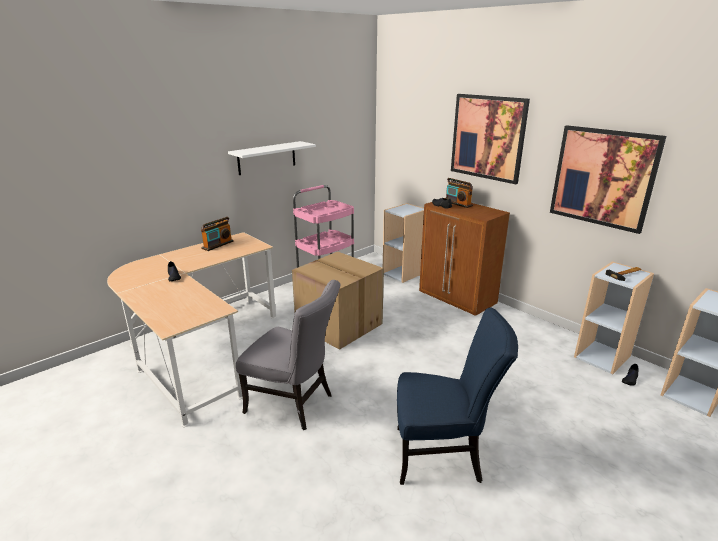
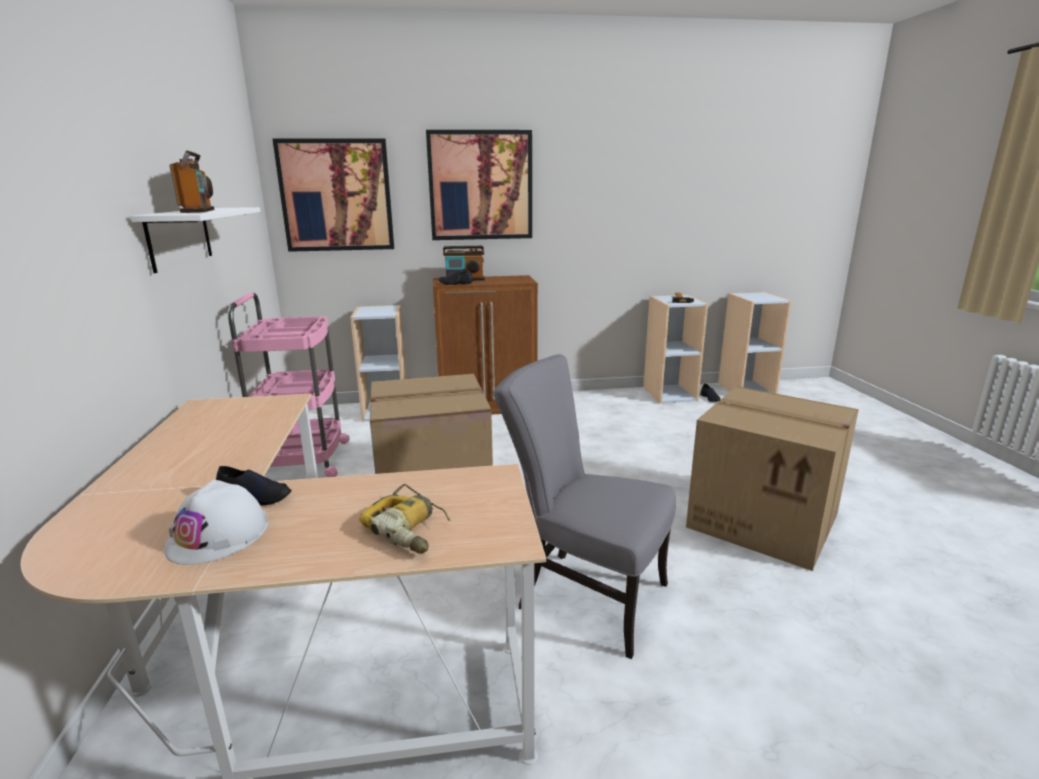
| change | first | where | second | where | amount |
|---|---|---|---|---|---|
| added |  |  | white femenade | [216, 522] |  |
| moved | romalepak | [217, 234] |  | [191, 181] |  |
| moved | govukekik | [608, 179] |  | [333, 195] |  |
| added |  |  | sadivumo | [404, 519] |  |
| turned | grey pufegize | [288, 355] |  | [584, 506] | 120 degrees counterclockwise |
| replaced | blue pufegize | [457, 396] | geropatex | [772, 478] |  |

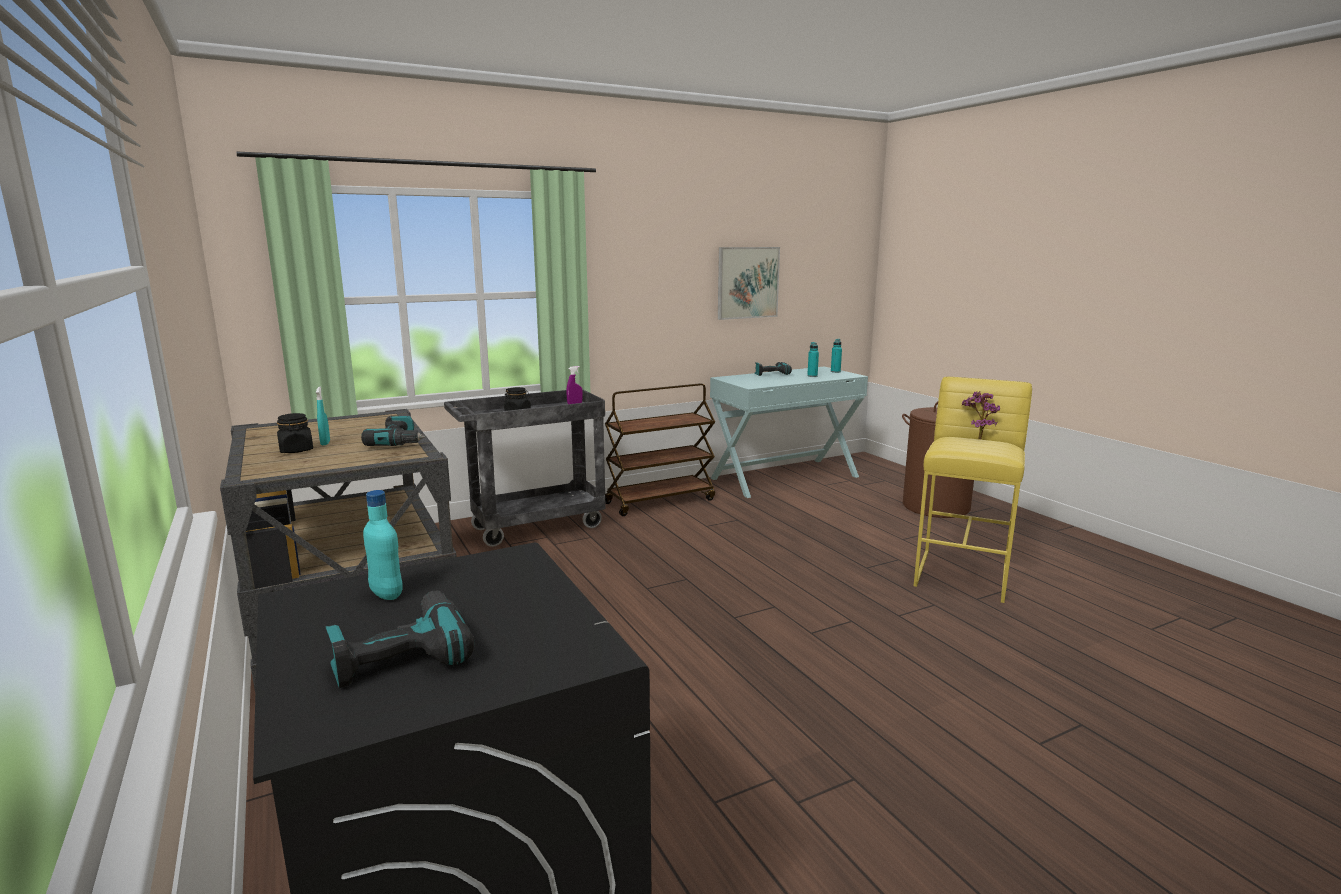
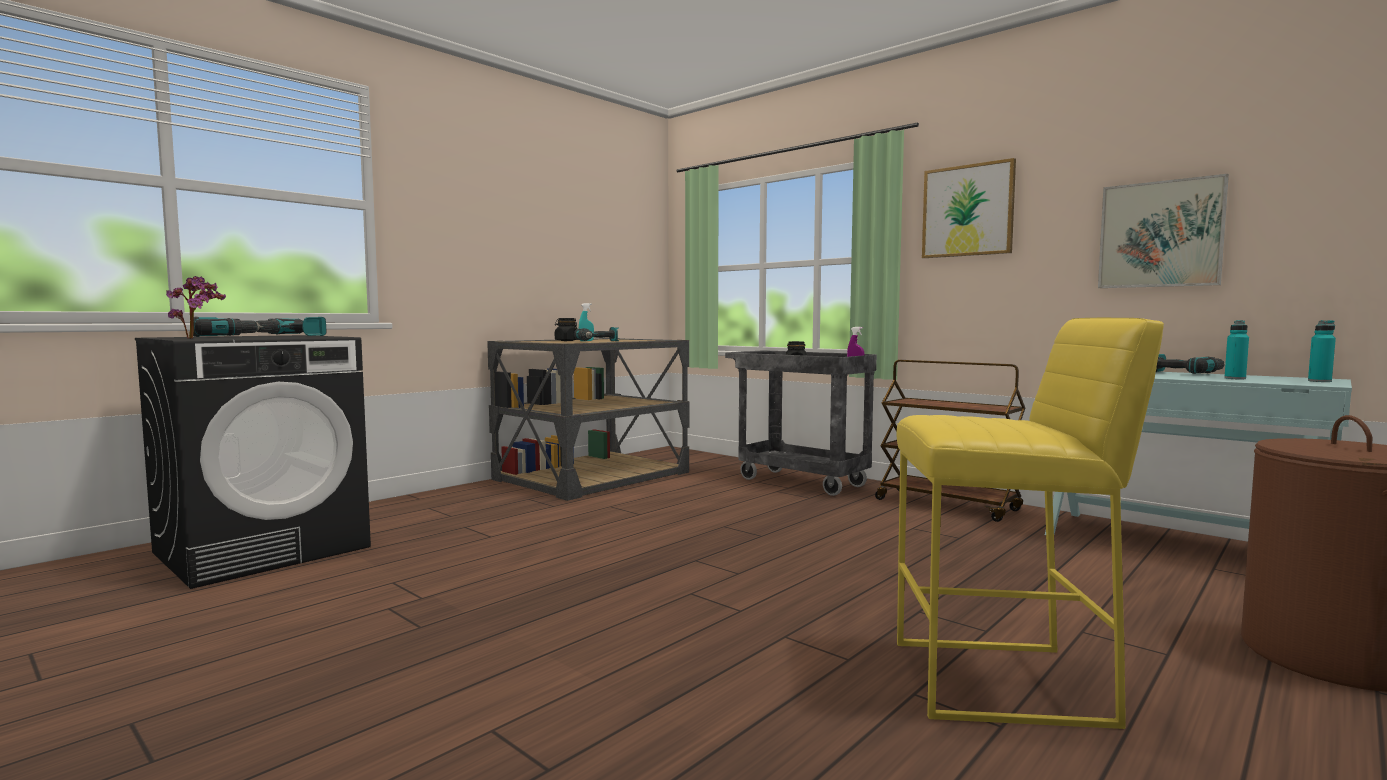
| change | first | where | second | where | amount |
|---|---|---|---|---|---|
| moved | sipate | [980, 415] |  | [196, 307] |  |
| replaced | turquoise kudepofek | [383, 545] | sadivumo | [291, 326] |  |
| added |  |  | govukekik | [969, 208] |  |

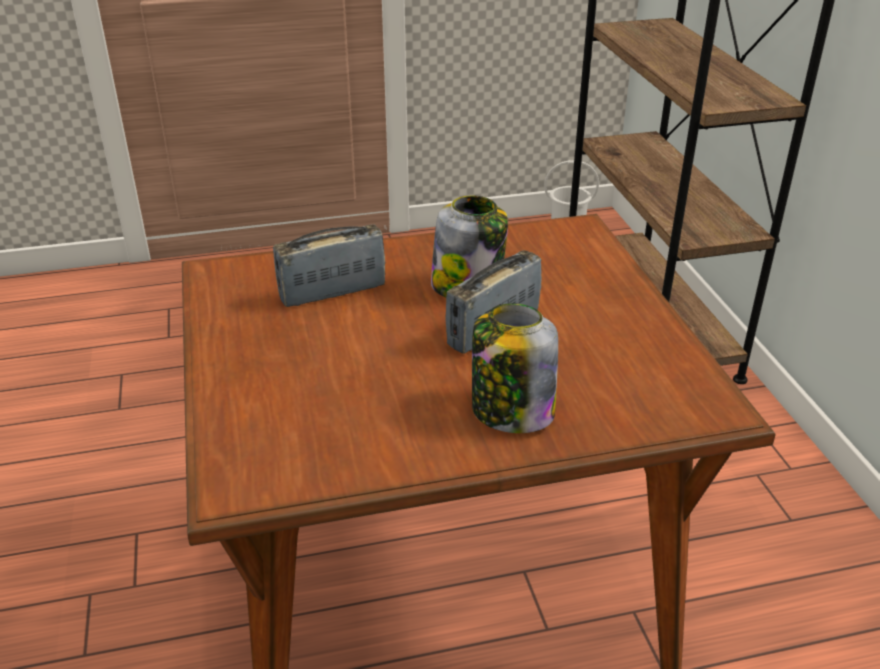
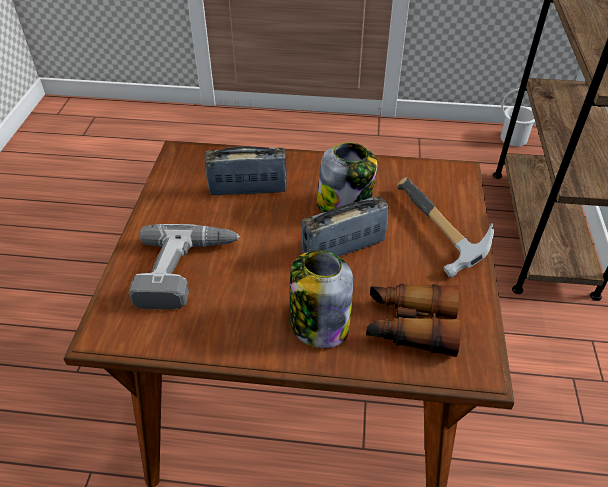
| change | first | where | second | where | amount |
|---|---|---|---|---|---|
| added |  |  | sadivumo | [184, 266] |  |
| added |  |  | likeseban | [413, 320] |  |
| added |  |  | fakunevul | [445, 227] |  |

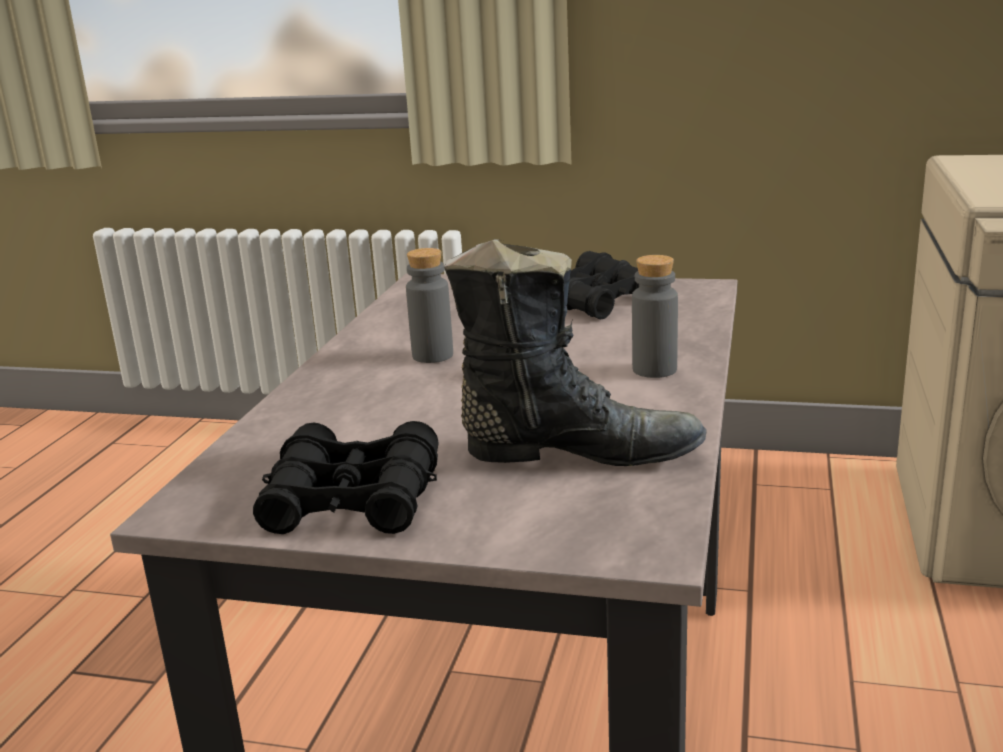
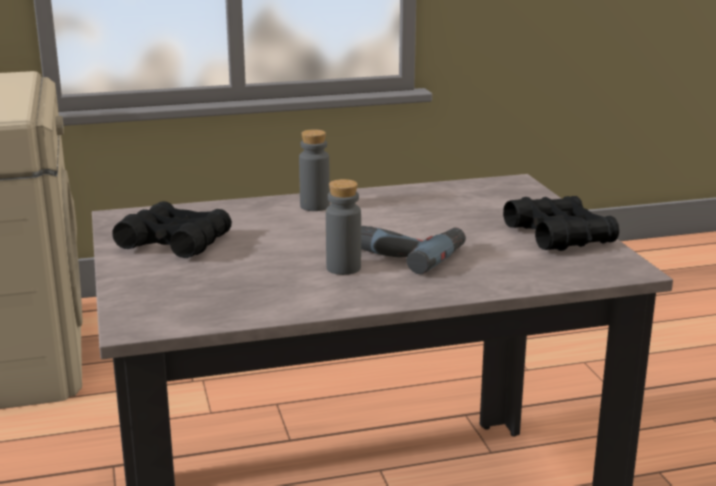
| change | first | where | second | where | amount |
|---|---|---|---|---|---|
| added |  |  | sadivumo | [413, 250] |  |
| removed | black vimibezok | [575, 352] |  |  |  |

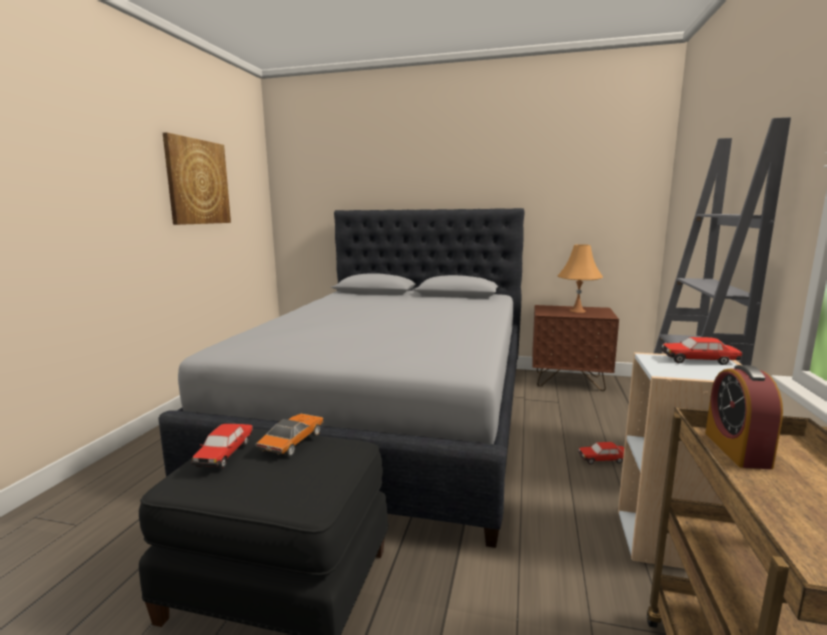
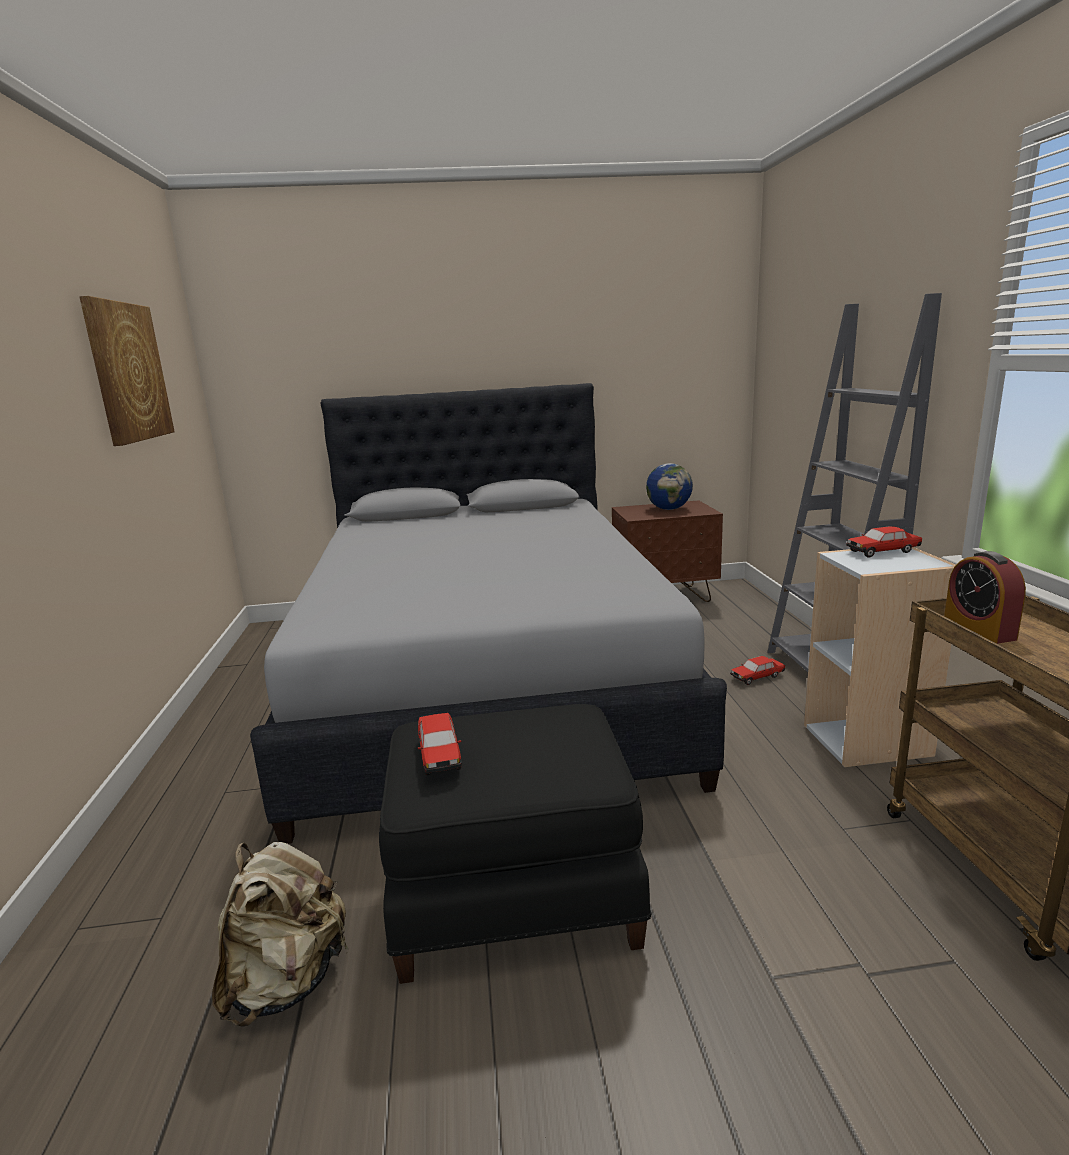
| change | first | where | second | where | amount |
|---|---|---|---|---|---|
| added |  |  | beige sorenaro | [280, 934] |  |
| replaced | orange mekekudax | [580, 278] | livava | [669, 486] |  |
| removed | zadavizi | [289, 435] |  |  |  |

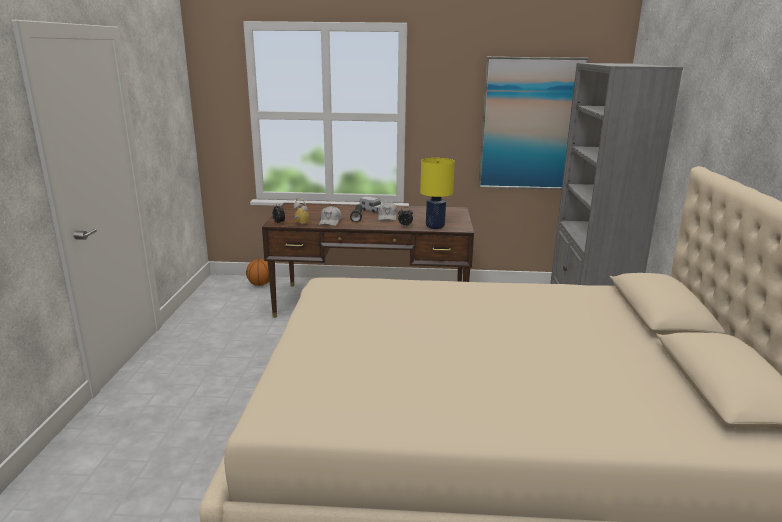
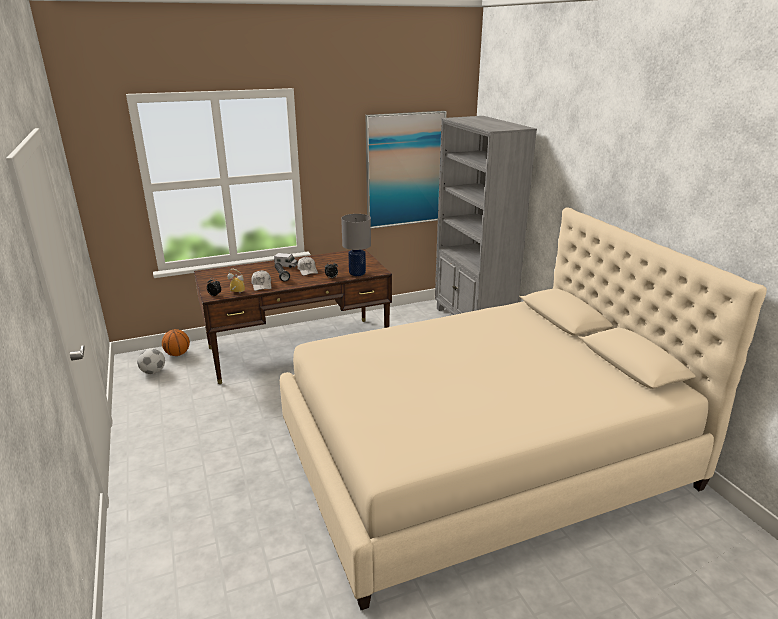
| change | first | where | second | where | amount |
|---|---|---|---|---|---|
| added |  |  | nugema | [151, 361] |  |
| recoloured | yellow mekekudax | [437, 193] | grey mekekudax | [356, 245] |  |

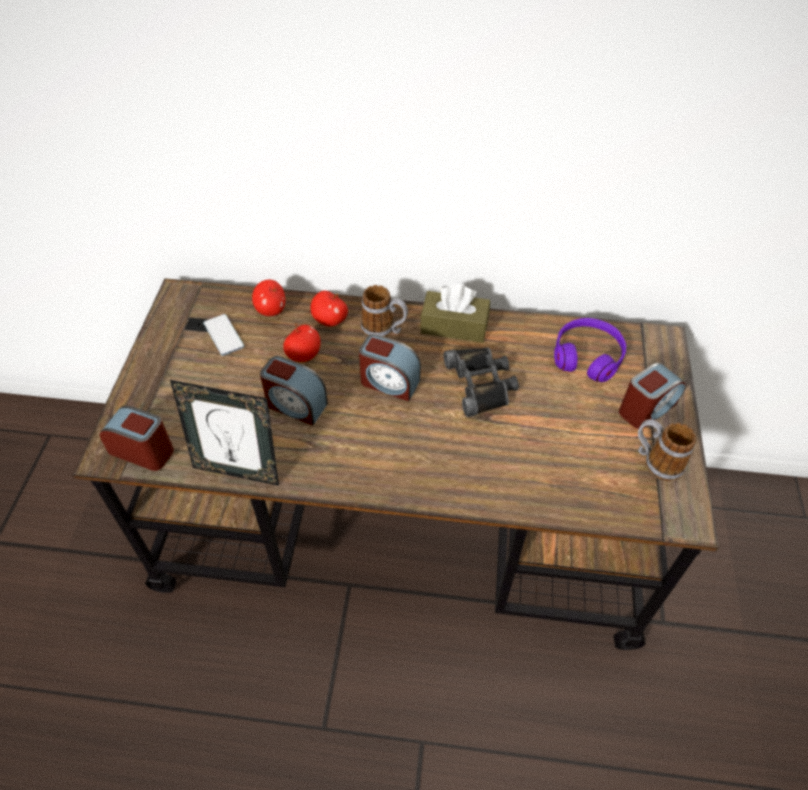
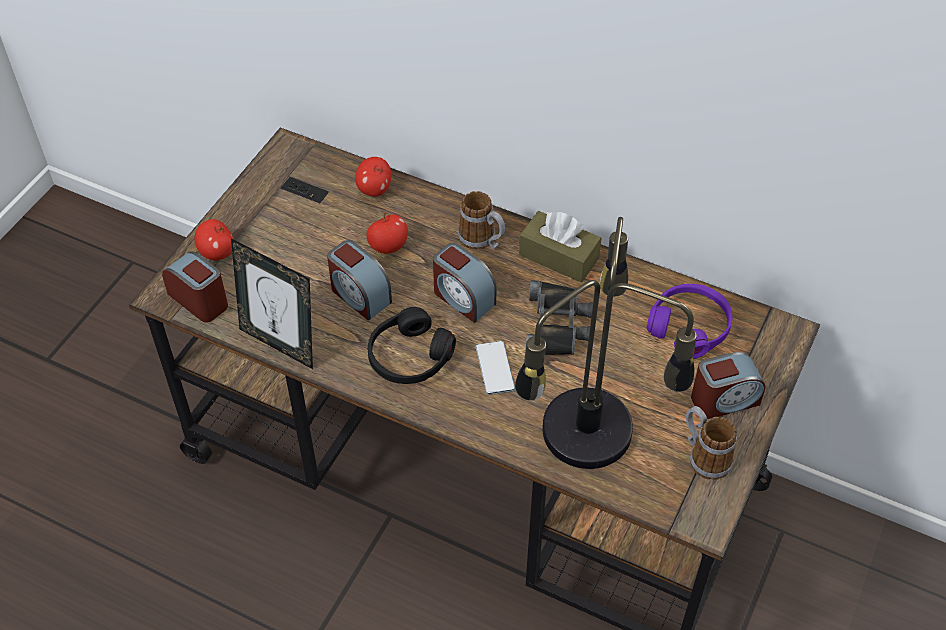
| change | first | where | second | where | amount |
|---|---|---|---|---|---|
| moved | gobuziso | [329, 309] |  | [214, 239] |  |
| added |  |  | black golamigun | [412, 345] |  |
| moved | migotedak | [223, 335] |  | [495, 368] |  |
| added |  |  | mekekudax | [606, 343] |  |

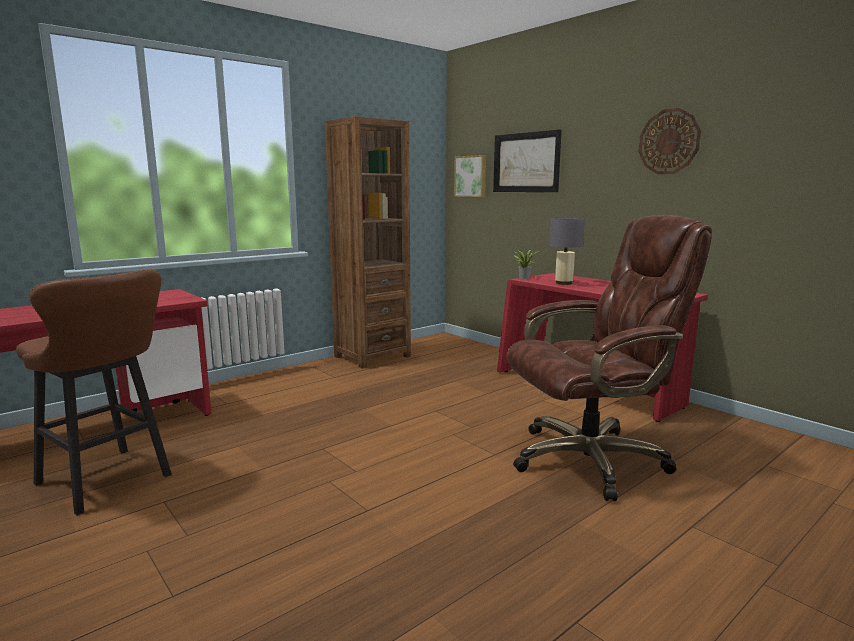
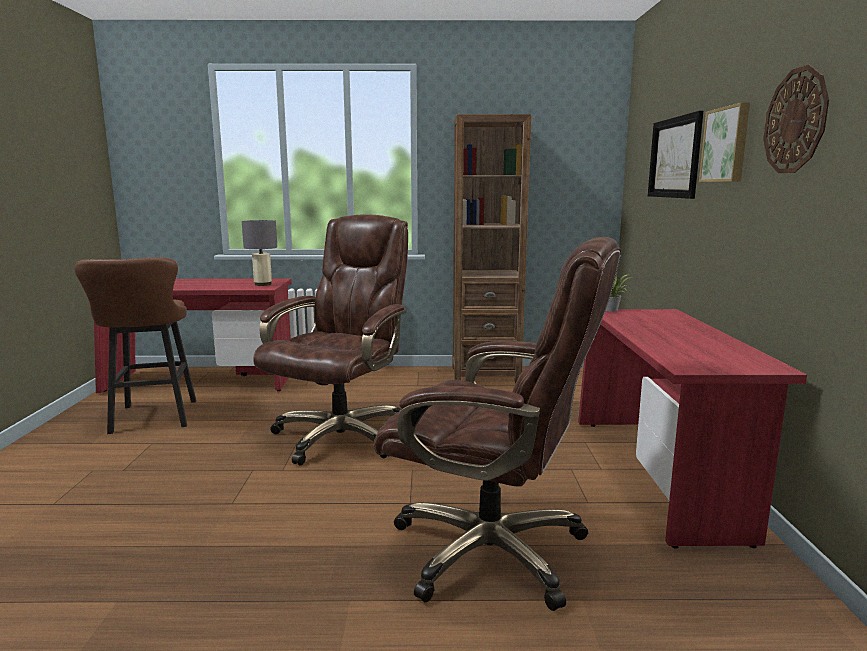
| change | first | where | second | where | amount |
|---|---|---|---|---|---|
| moved | grey mekekudax | [567, 251] |  | [259, 253] |  |
| added |  |  | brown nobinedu | [330, 339] |  |
| moved | govukekik | [470, 176] |  | [724, 142] |  |

